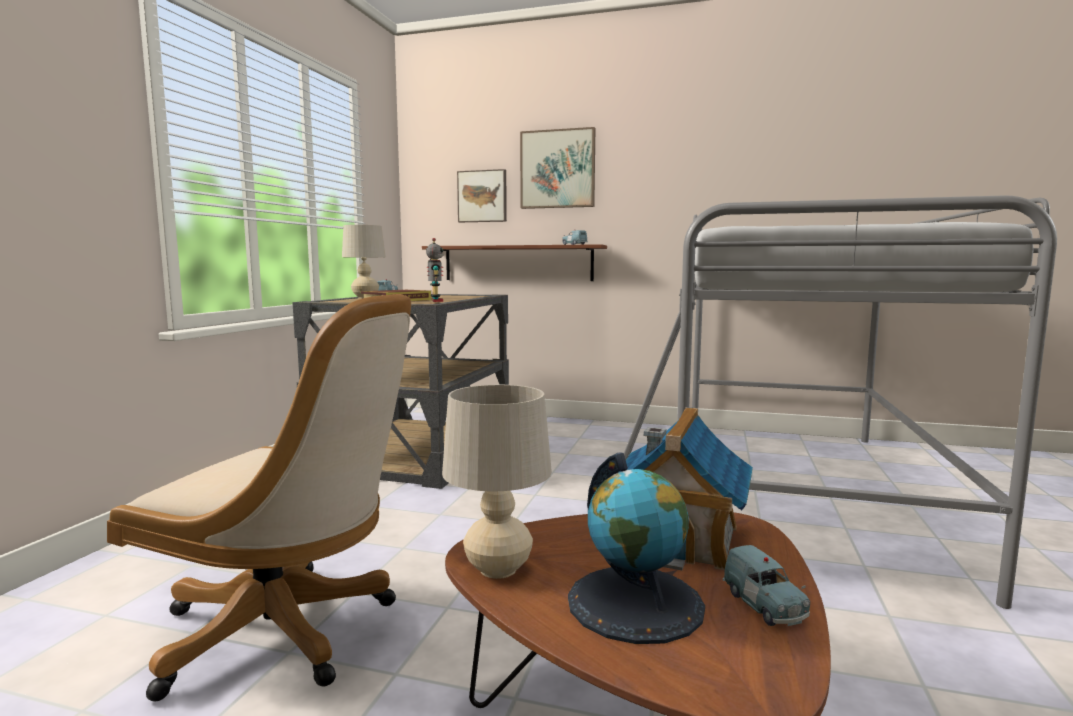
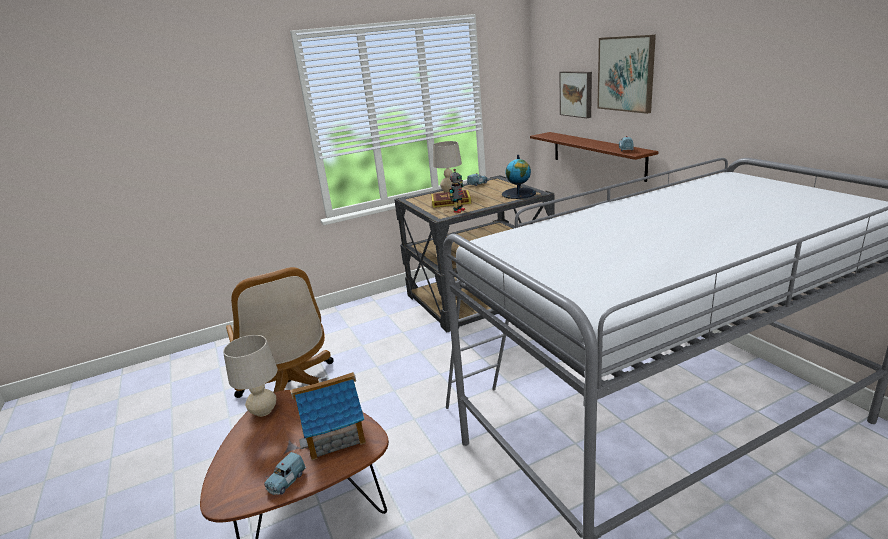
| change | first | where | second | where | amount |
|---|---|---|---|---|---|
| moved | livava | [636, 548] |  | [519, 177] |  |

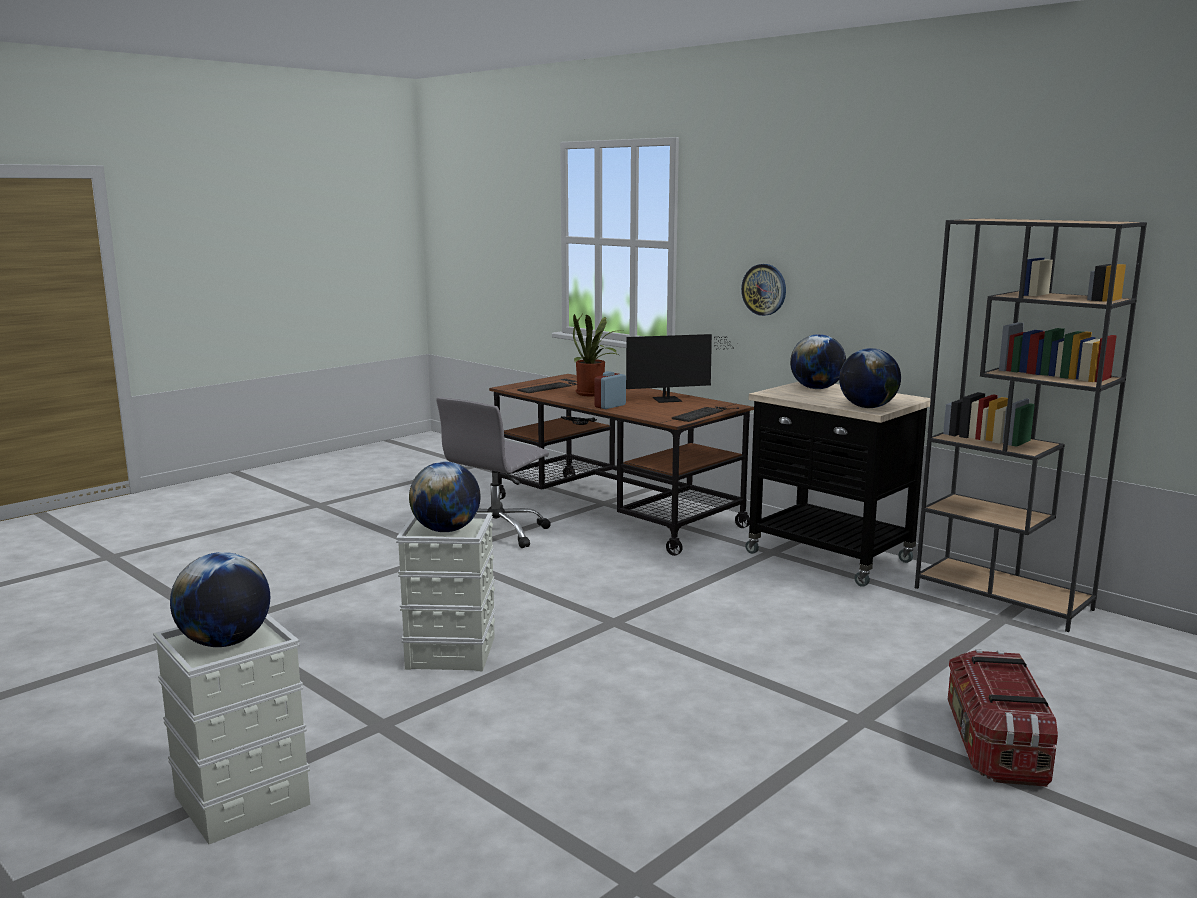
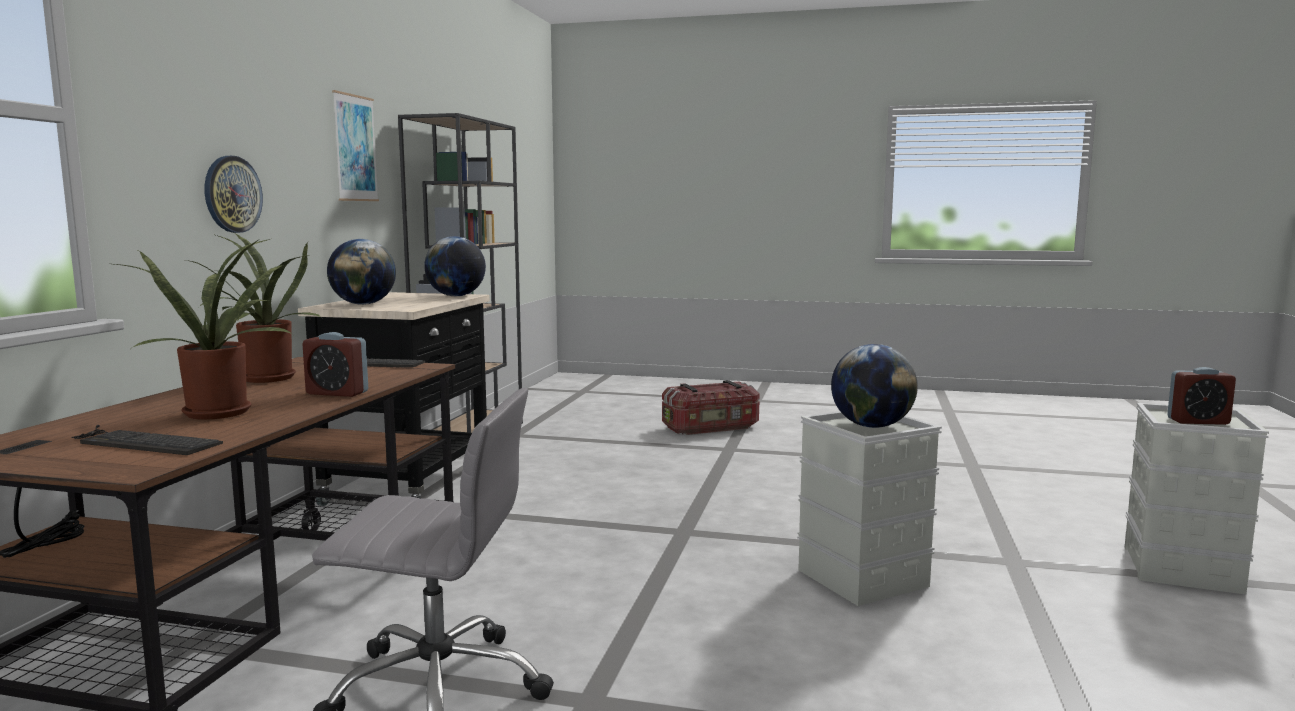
| change | first | where | second | where | amount |
|---|---|---|---|---|---|
| replaced | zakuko | [682, 368] | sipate | [254, 308] |  |
| added |  |  | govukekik | [355, 145] |  |
| replaced | livava | [220, 599] | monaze | [1201, 396] |  |

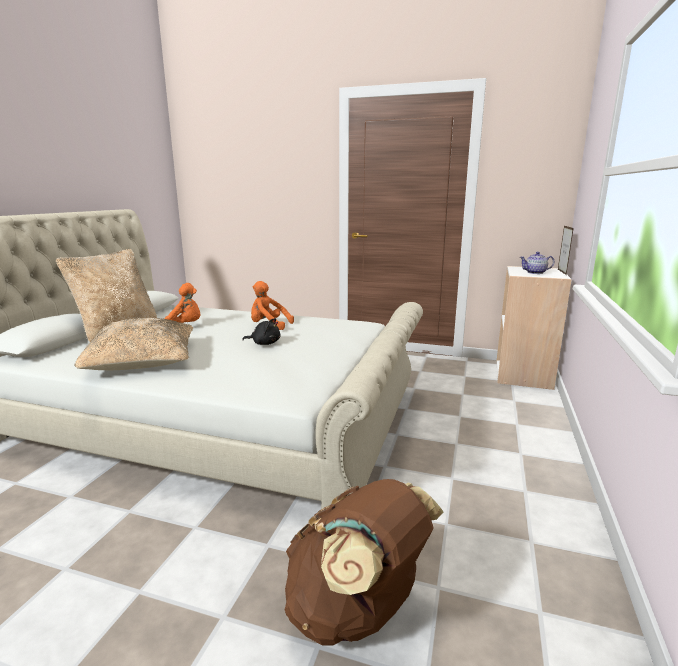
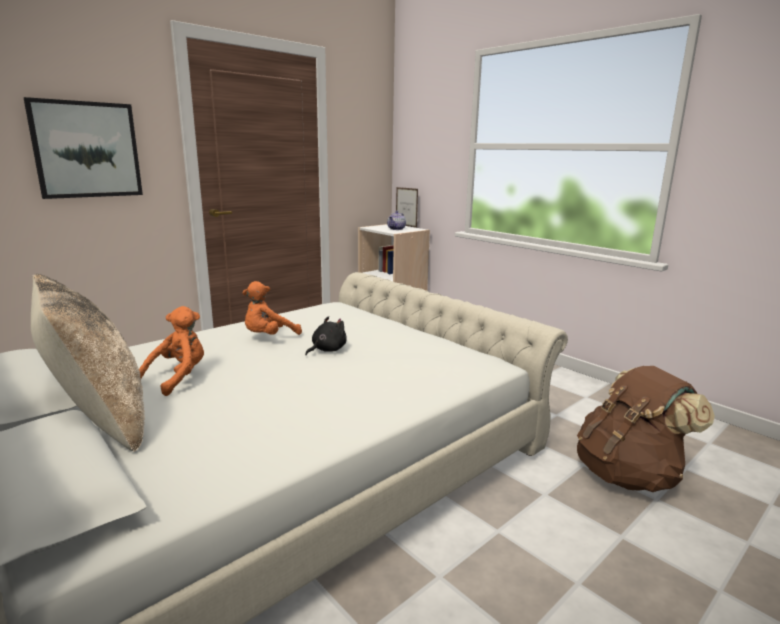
| change | first | where | second | where | amount |
|---|---|---|---|---|---|
| added |  |  | govukekik | [83, 148] |  |
| removed | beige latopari | [133, 344] |  |  |  |

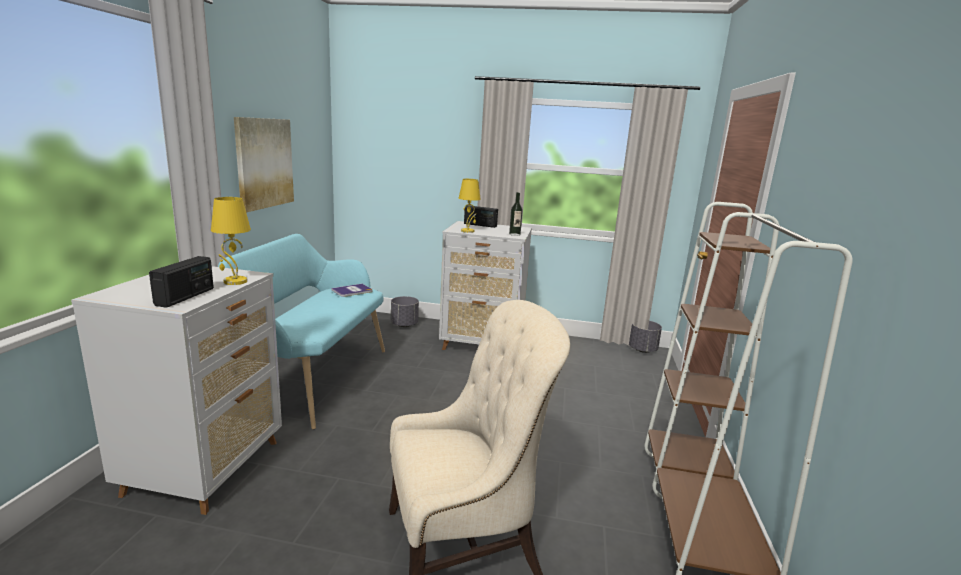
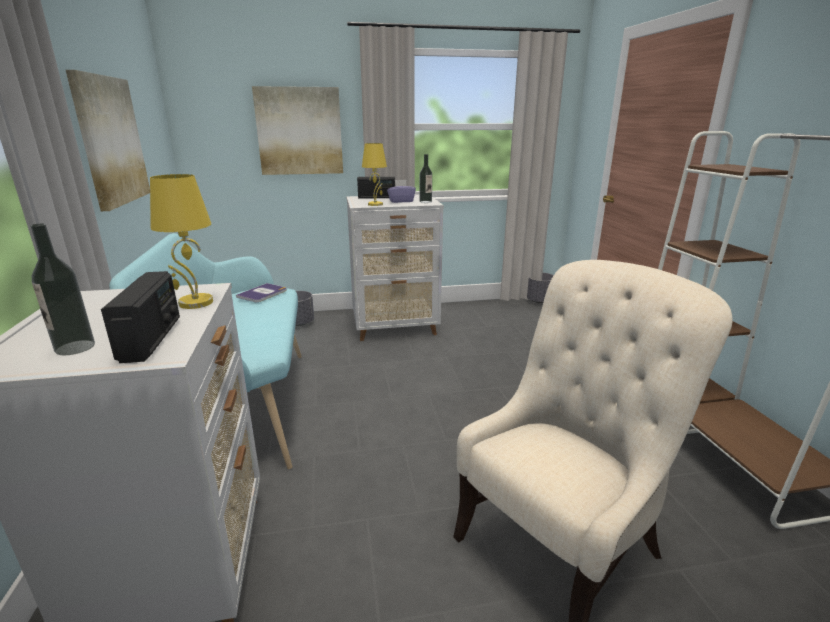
| change | first | where | second | where | amount |
|---|---|---|---|---|---|
| added |  |  | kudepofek | [62, 289] |  |
| added |  |  | govukekik | [297, 130] |  |
| added |  |  | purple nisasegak | [401, 191] |  |

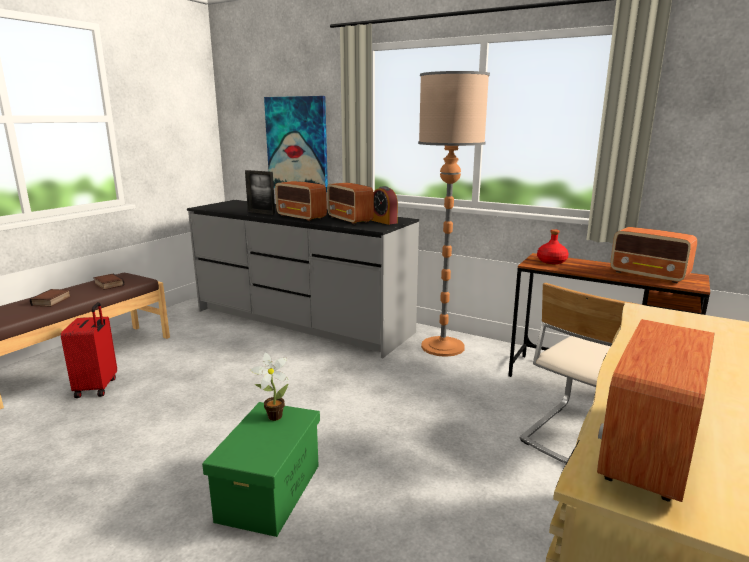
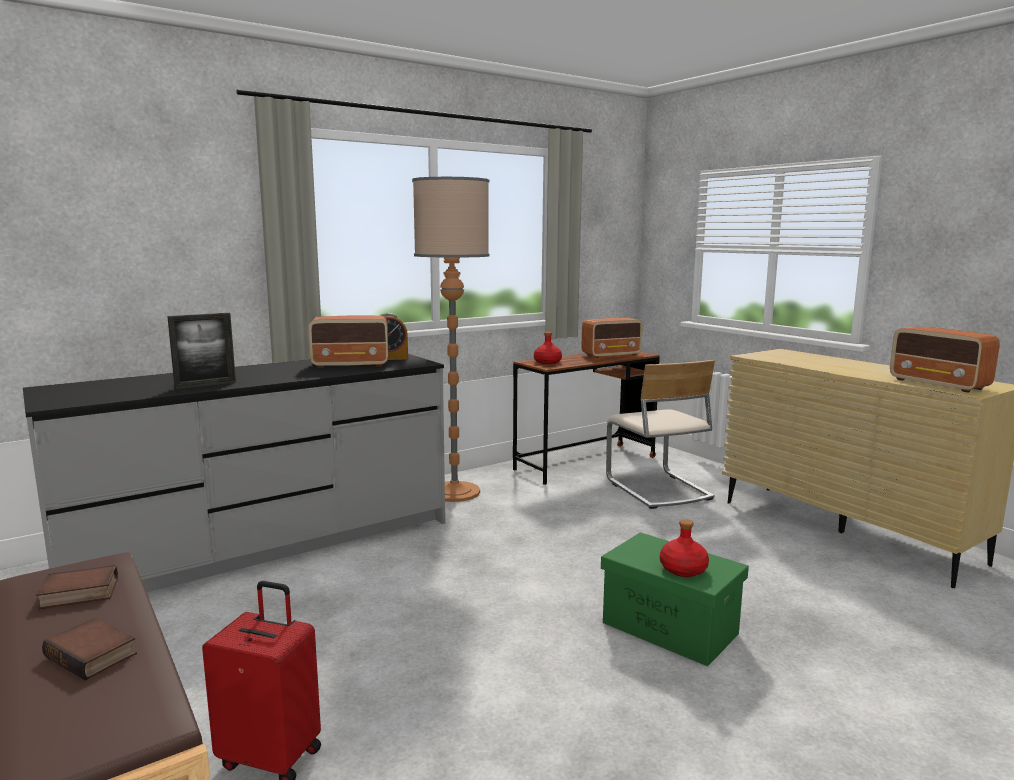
| change | first | where | second | where | amount |
|---|---|---|---|---|---|
| added |  |  | red kudepofek | [684, 548] |  |
| removed | sipate | [269, 387] |  |  |  |
| removed | govukekik | [296, 144] |  |  |  |
| removed | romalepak | [301, 201] |  |  |  |

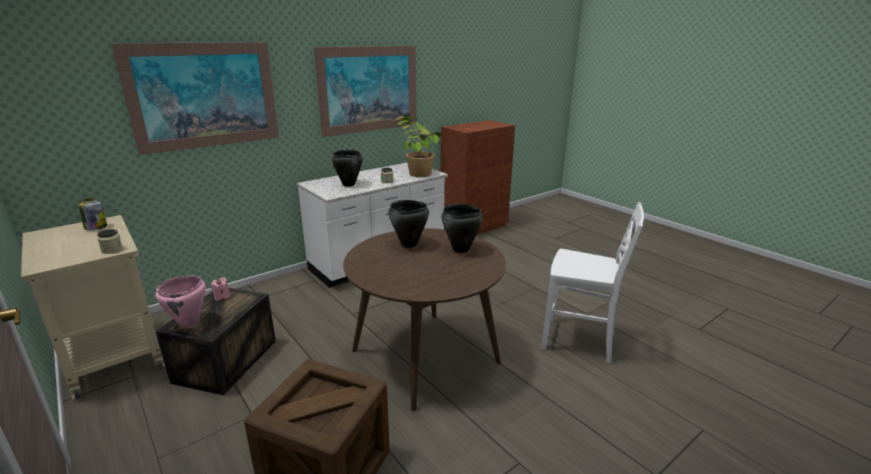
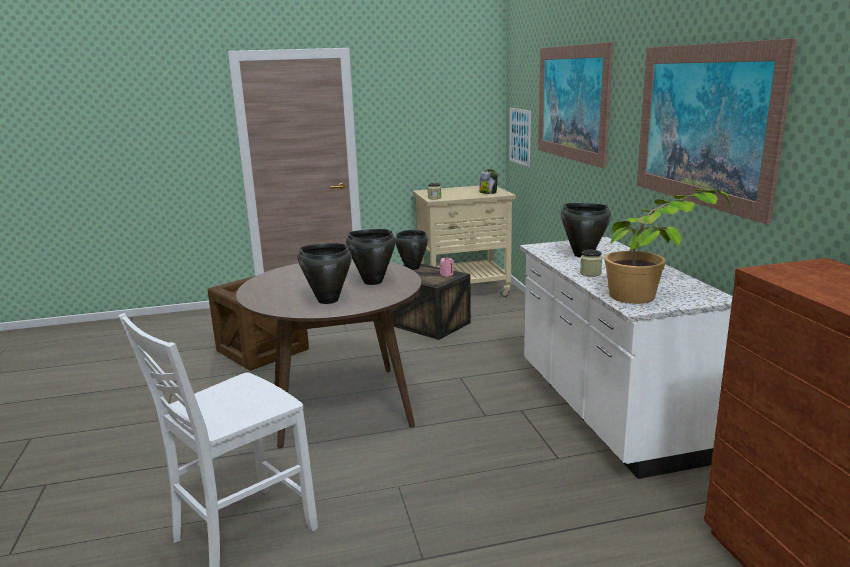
| change | first | where | second | where | amount |
|---|---|---|---|---|---|
| recoloured | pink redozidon | [180, 302] | black redozidon | [411, 250] |  |
| added |  |  | govukekik | [520, 137] |  |

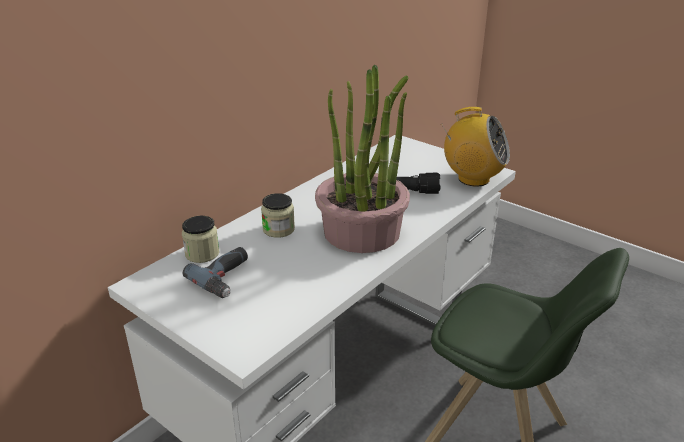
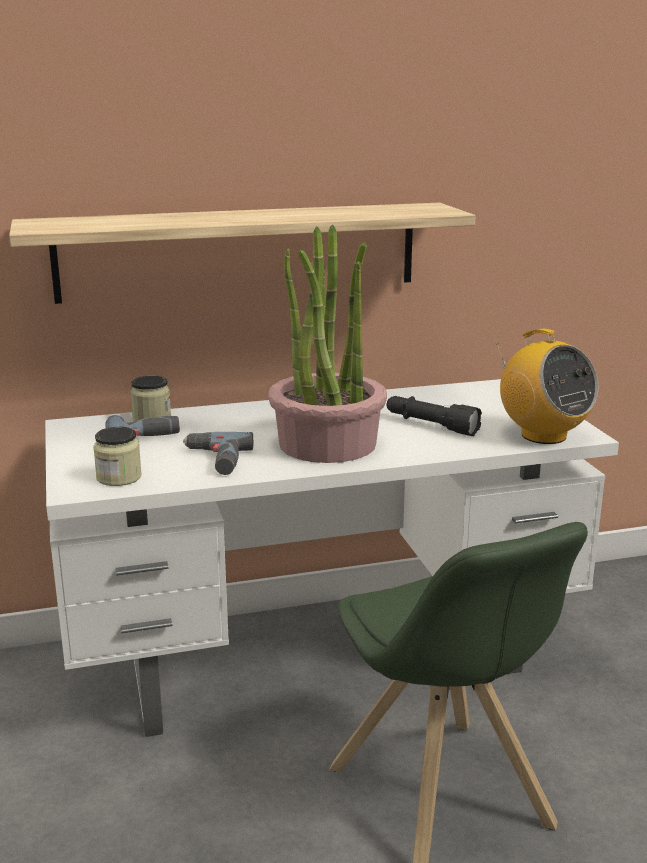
| change | first | where | second | where | amount |
|---|---|---|---|---|---|
| added |  |  | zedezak | [242, 253] |  |
| moved | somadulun | [278, 215] |  | [117, 456] |  |
| added |  |  | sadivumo | [218, 453] |  |

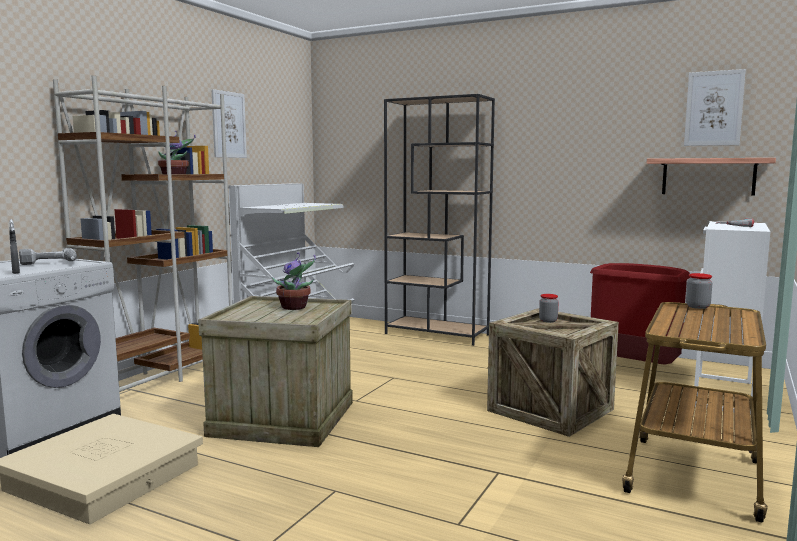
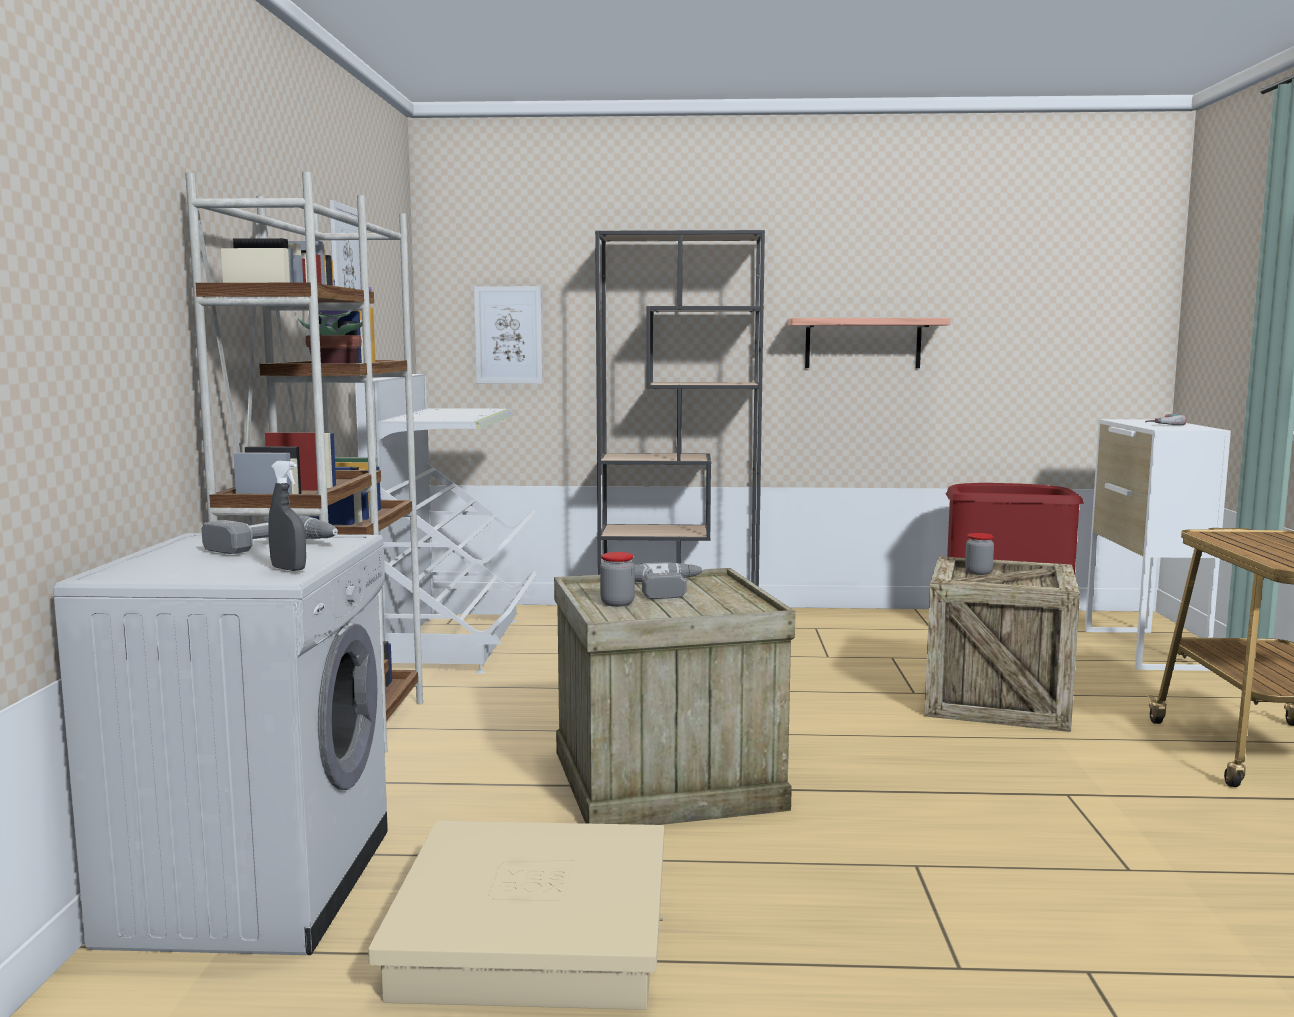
| change | first | where | second | where | amount |
|---|---|---|---|---|---|
| moved | govukekik | [715, 107] |  | [508, 335] |  |
| moved | somadulun | [699, 291] |  | [617, 579] |  |
| replaced | sipate | [294, 281] | sadivumo | [669, 580] |  |
| moved | zedezak | [711, 177] |  | [869, 343] |  |

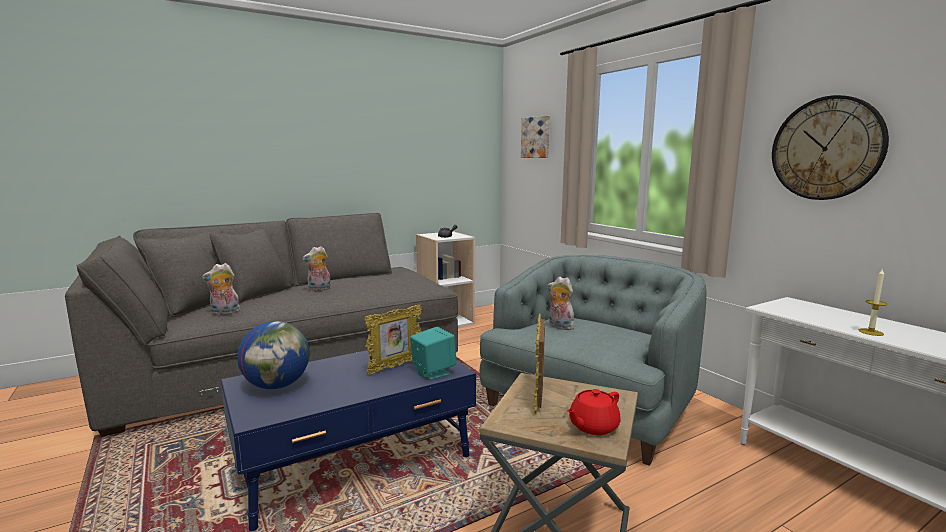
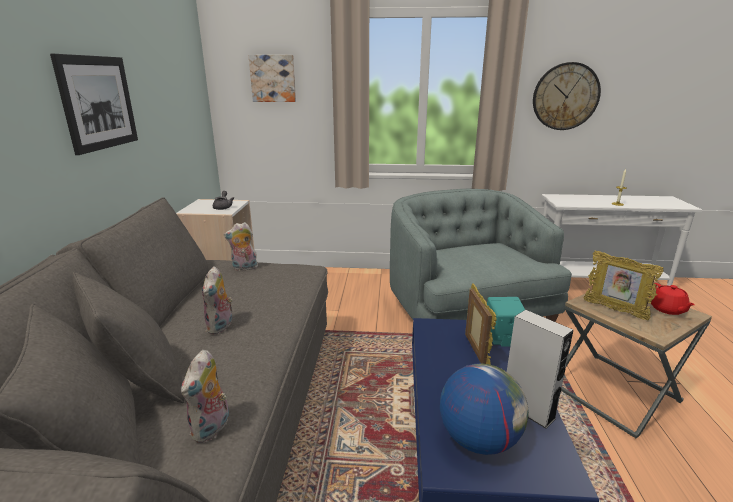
| change | first | where | second | where | amount |
|---|---|---|---|---|---|
| added |  |  | govukekik | [94, 104] |  |
| moved | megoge | [560, 303] |  | [241, 246] |  |
| added |  |  | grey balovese | [540, 369] |  |

